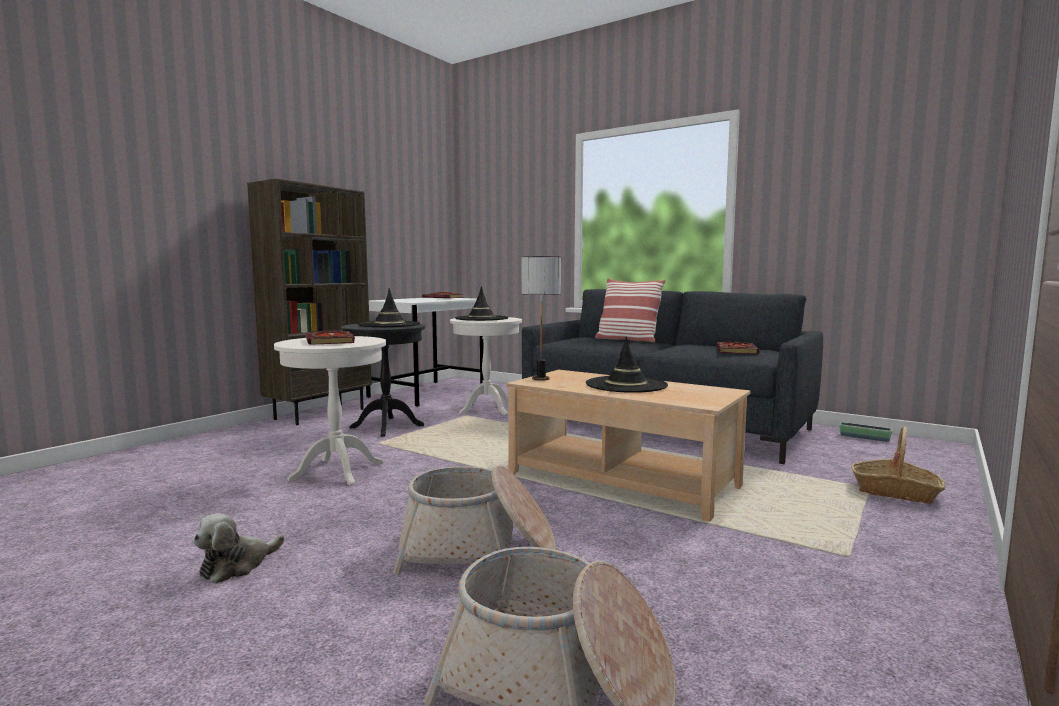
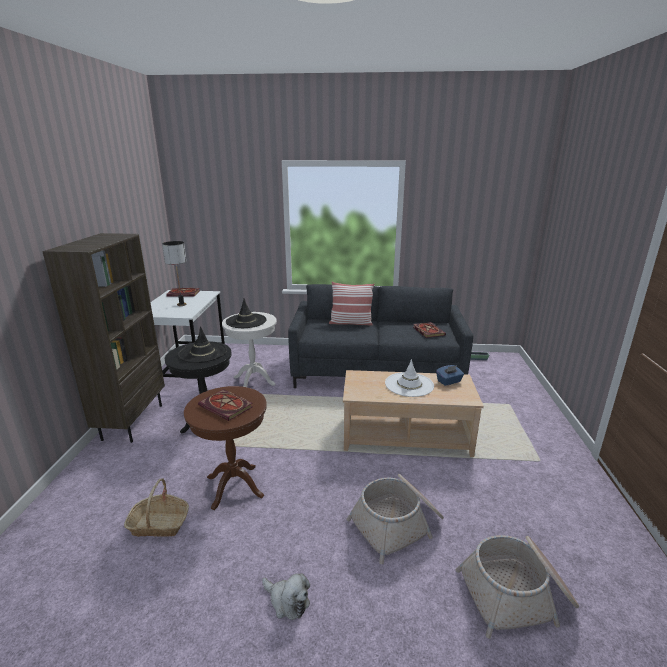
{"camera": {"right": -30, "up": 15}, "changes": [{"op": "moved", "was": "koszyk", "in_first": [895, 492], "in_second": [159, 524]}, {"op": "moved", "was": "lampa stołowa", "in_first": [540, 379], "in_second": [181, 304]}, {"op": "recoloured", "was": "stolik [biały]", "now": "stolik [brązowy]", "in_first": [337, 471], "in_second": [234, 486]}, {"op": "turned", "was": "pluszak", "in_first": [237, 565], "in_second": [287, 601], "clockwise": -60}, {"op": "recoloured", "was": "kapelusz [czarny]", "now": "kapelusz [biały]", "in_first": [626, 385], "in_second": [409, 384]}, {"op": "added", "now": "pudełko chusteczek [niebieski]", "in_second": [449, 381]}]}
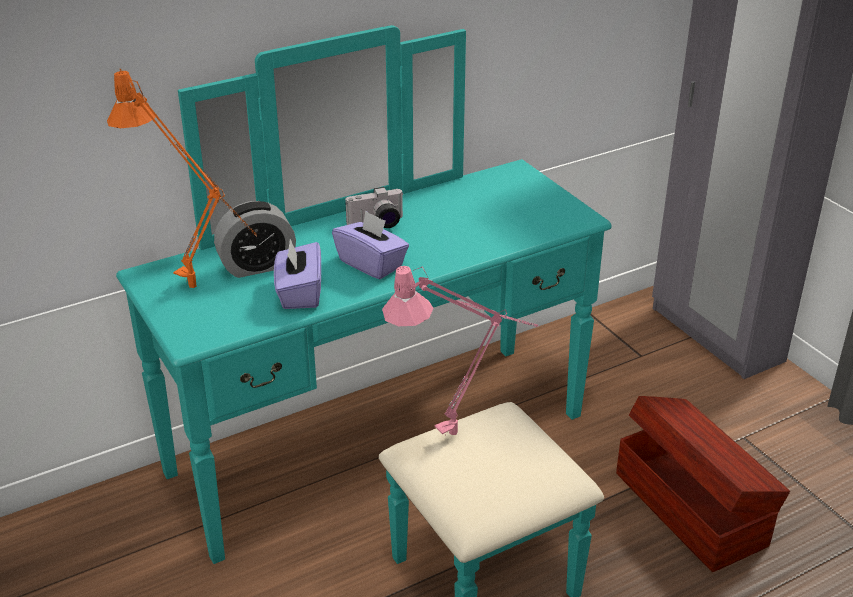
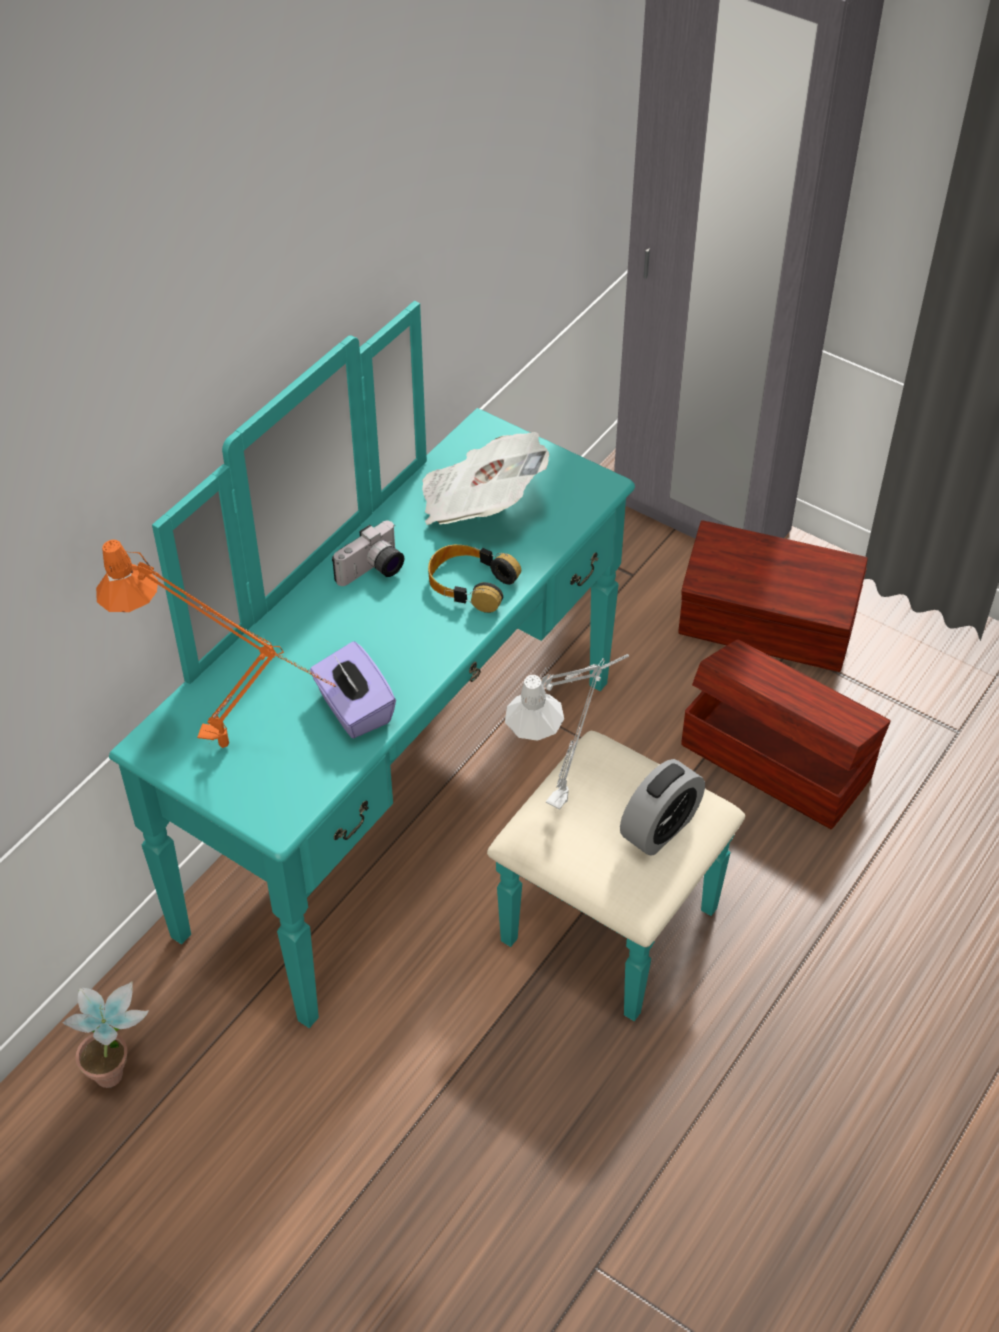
{"camera": {"right": -25, "up": 15}, "changes": [{"op": "added", "now": "roślina doniczkowa", "in_second": [119, 1071]}, {"op": "added", "now": "gazeta", "in_second": [480, 504]}, {"op": "added", "now": "słuchawki", "in_second": [471, 584]}, {"op": "recoloured", "was": "lampa stołowa [różowy]", "now": "lampa stołowa [szary]", "in_first": [462, 431], "in_second": [569, 793]}, {"op": "moved", "was": "budzik", "in_first": [257, 266], "in_second": [660, 828]}, {"op": "added", "now": "pojemnik do przechowywania [brązowy]", "in_second": [767, 628]}, {"op": "removed", "was": "pudełko chusteczek [fioletowy]", "in_first": [371, 264]}]}
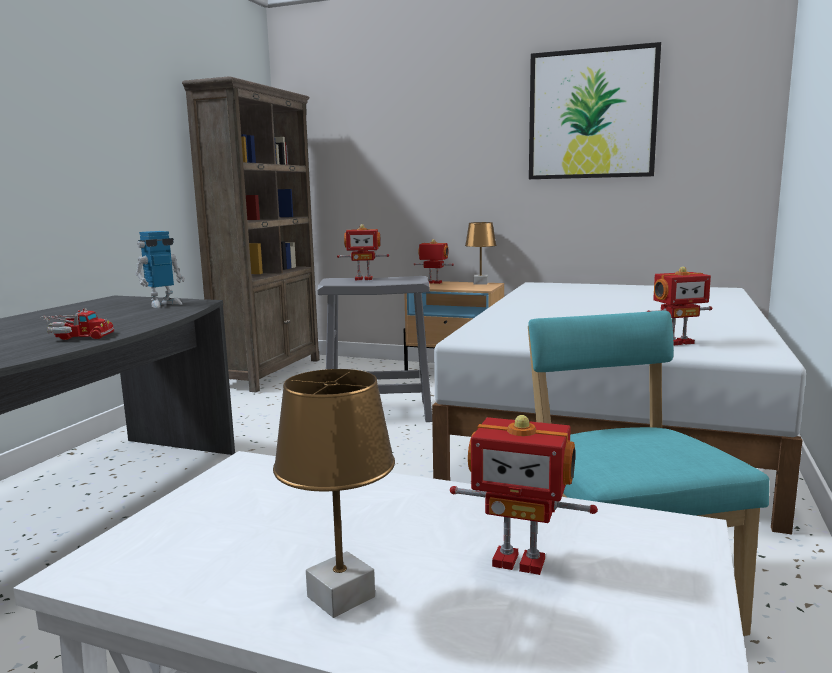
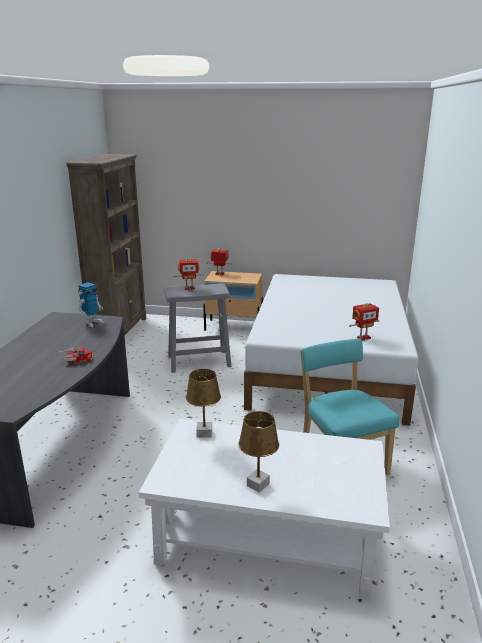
{"camera": {"right": -10, "up": 10}, "changes": [{"op": "moved", "was": "lampa stołowa [brązowy]", "in_first": [480, 283], "in_second": [204, 433]}, {"op": "removed", "was": "robot zabawkowy", "in_first": [519, 560]}, {"op": "removed", "was": "obraz", "in_first": [592, 114]}]}
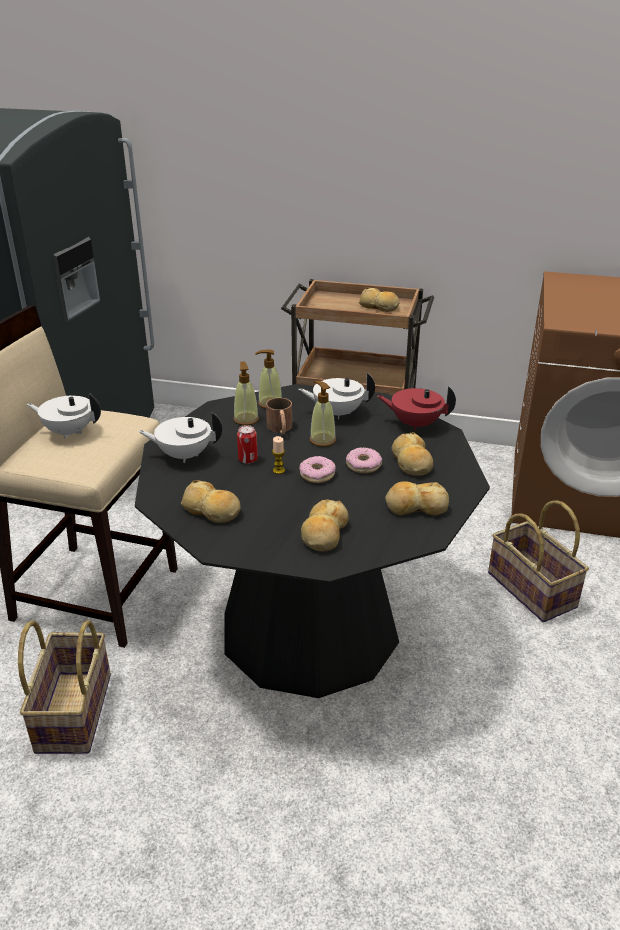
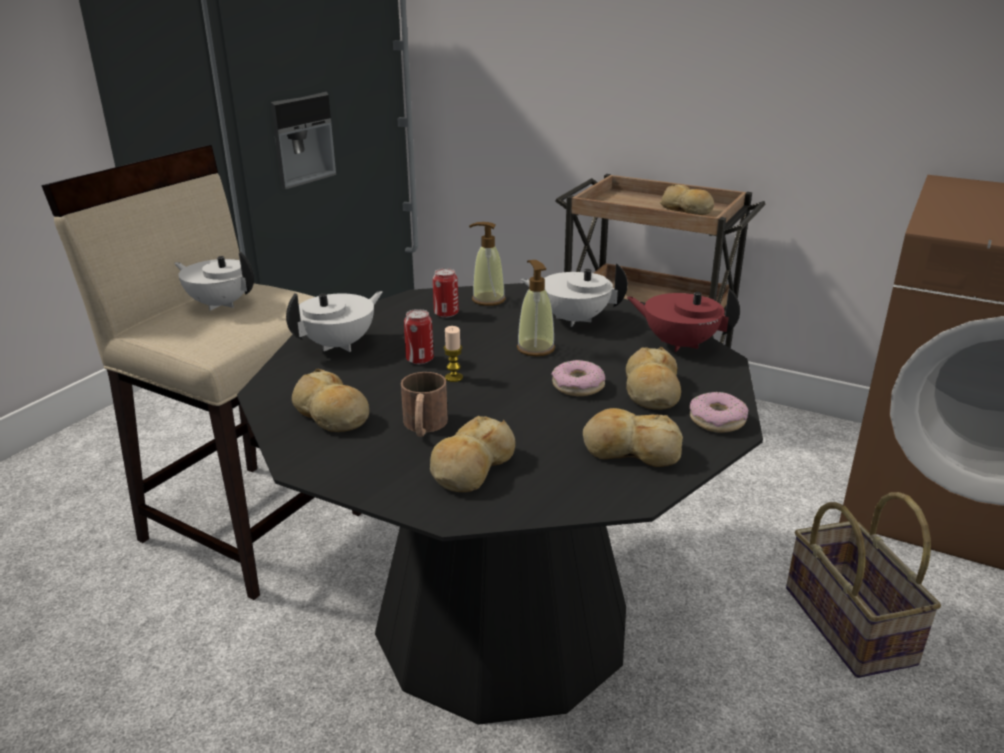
{"camera": {"right": 15, "up": -5}, "changes": [{"op": "turned", "was": "imbryk [biały]", "in_first": [184, 455], "in_second": [340, 345], "clockwise": 120}, {"op": "moved", "was": "kubek [brązowy]", "in_first": [280, 429], "in_second": [424, 427]}, {"op": "replaced", "was": "dozownik mydła", "now": "puszka", "in_first": [246, 419], "in_second": [446, 314]}, {"op": "moved", "was": "donut", "in_first": [317, 474], "in_second": [717, 420]}, {"op": "removed", "was": "koszyk", "in_first": [72, 712]}]}
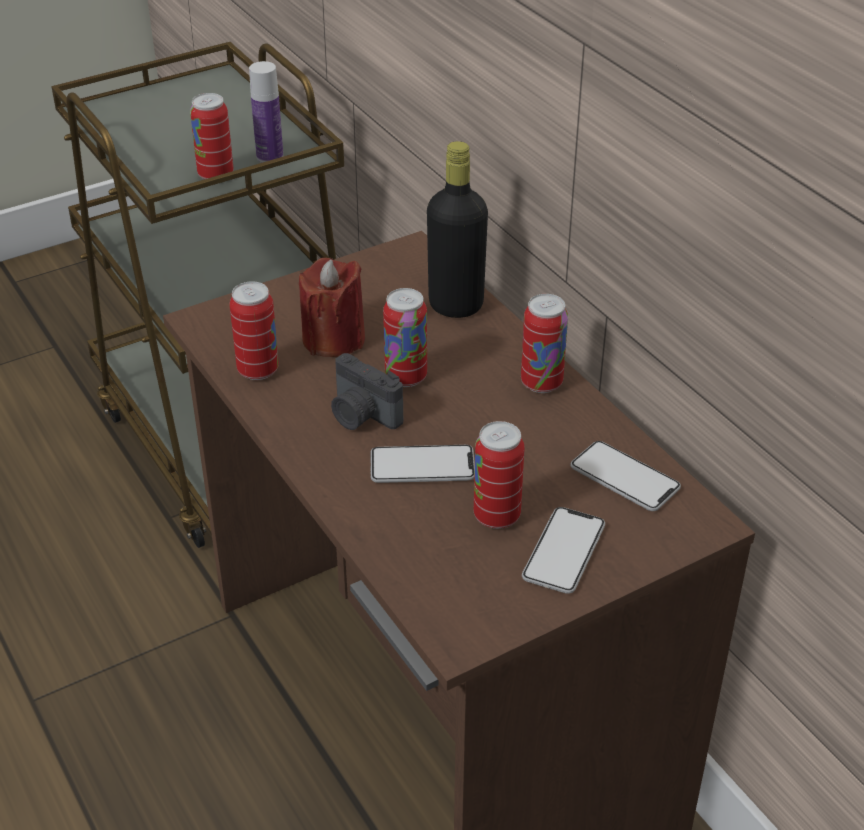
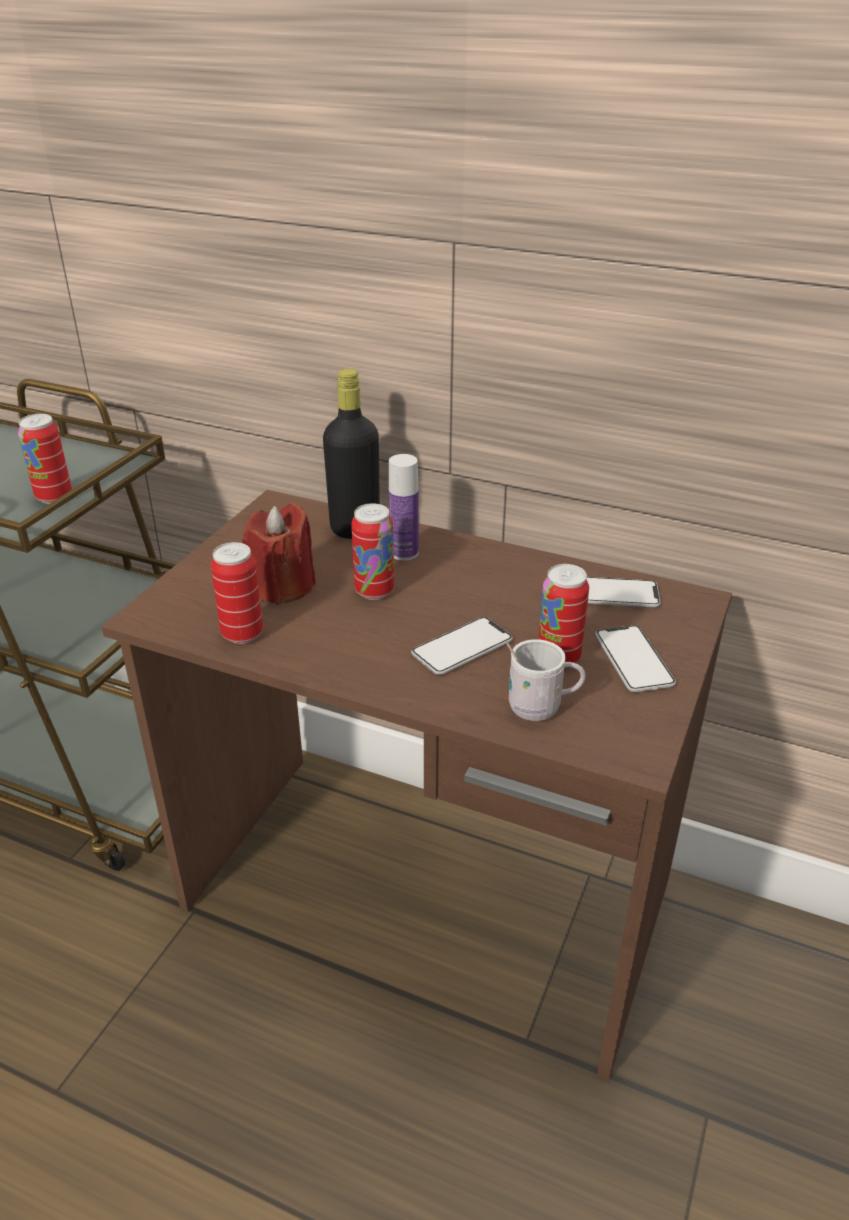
{"camera": {"right": -35, "up": -5}, "changes": [{"op": "moved", "was": "butelka", "in_first": [270, 157], "in_second": [404, 553]}, {"op": "added", "now": "kubek [biały]", "in_second": [542, 708]}, {"op": "removed", "was": "aparat fotograficzny", "in_first": [361, 415]}, {"op": "removed", "was": "puszka", "in_first": [541, 383]}]}
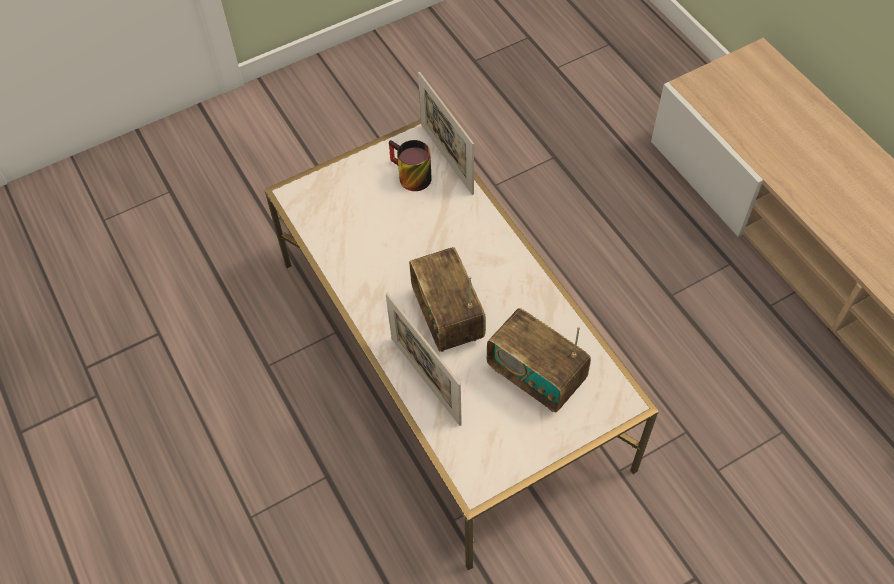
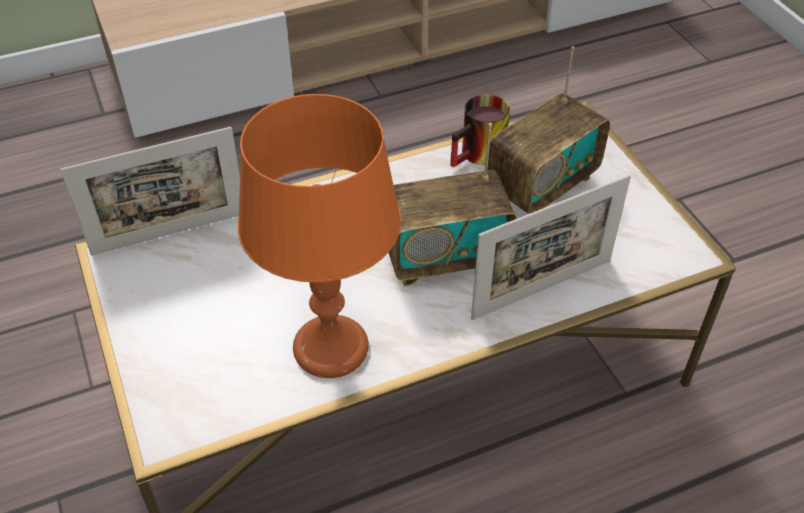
{"camera": {"right": -85, "up": -10}, "changes": [{"op": "added", "now": "lampa stołowa [pomarańczowy]", "in_second": [331, 347]}, {"op": "moved", "was": "kubek", "in_first": [408, 177], "in_second": [480, 156]}]}
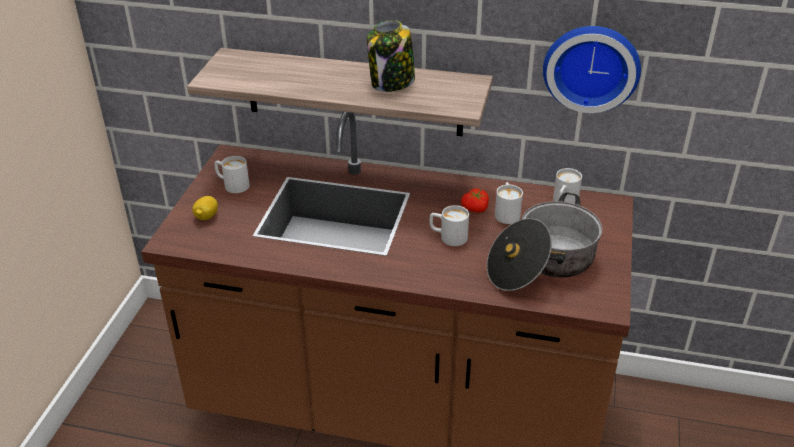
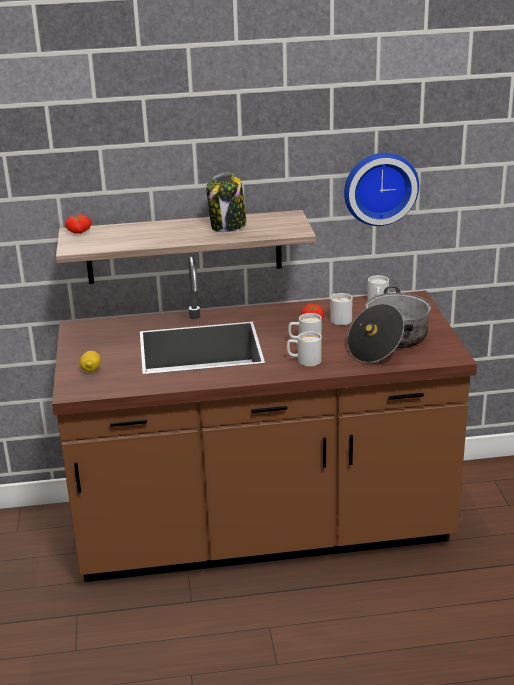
{"camera": {"right": -20, "up": -10}, "changes": [{"op": "added", "now": "pomidor", "in_second": [79, 232]}, {"op": "moved", "was": "kubek [biały]", "in_first": [232, 185], "in_second": [304, 361]}]}
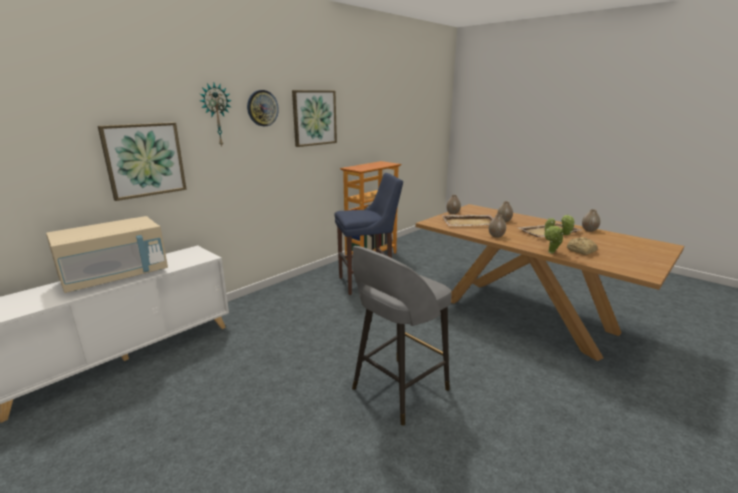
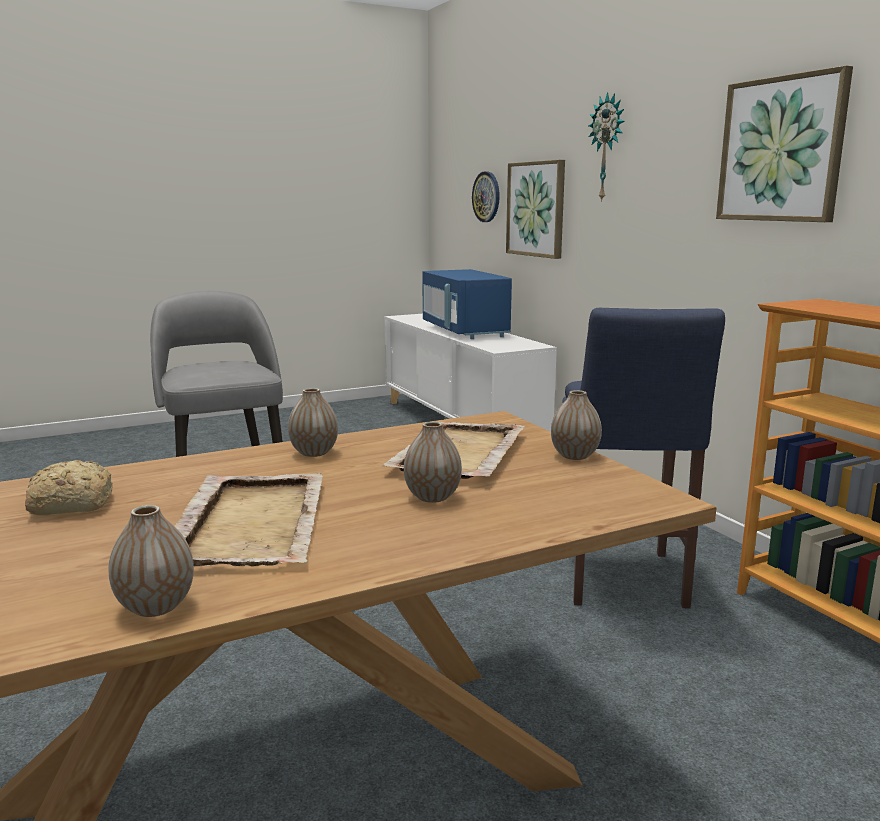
{"camera": {"right": 110, "up": -5}, "changes": [{"op": "recoloured", "was": "mikrofalówka [beżowy]", "now": "mikrofalówka [niebieski]", "in_first": [116, 277], "in_second": [464, 331]}, {"op": "moved", "was": "zegar ścienny", "in_first": [262, 108], "in_second": [486, 197]}, {"op": "removed", "was": "roślina doniczkowa", "in_first": [553, 253]}]}
